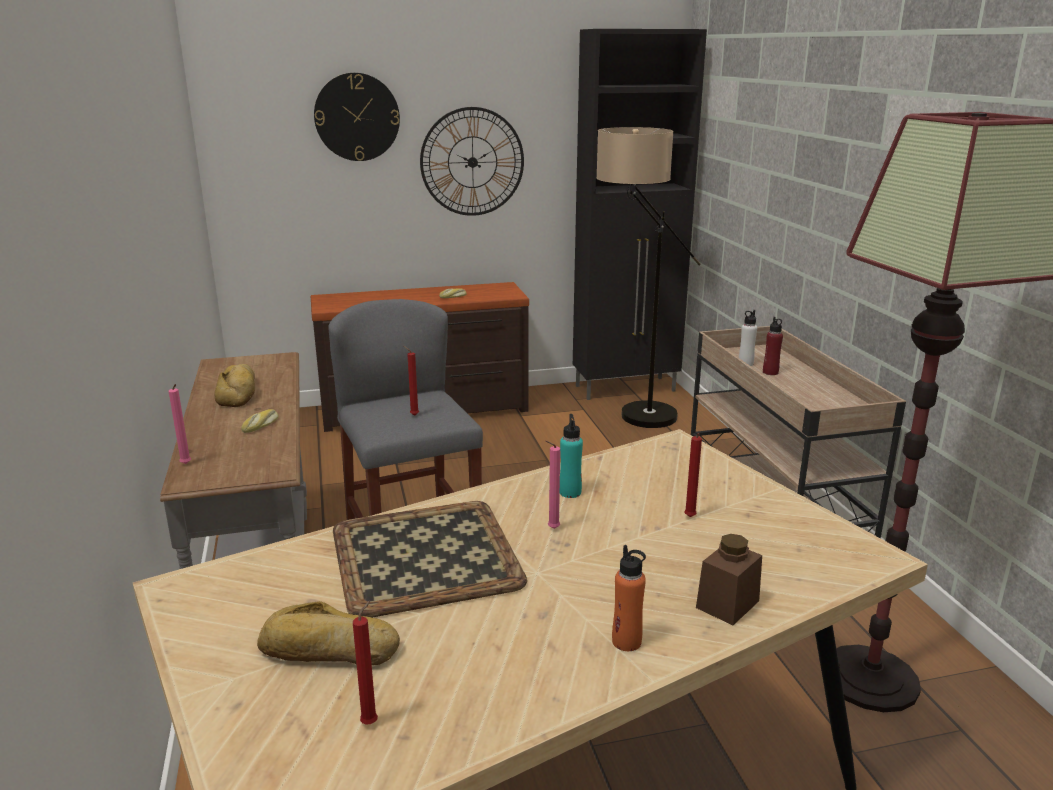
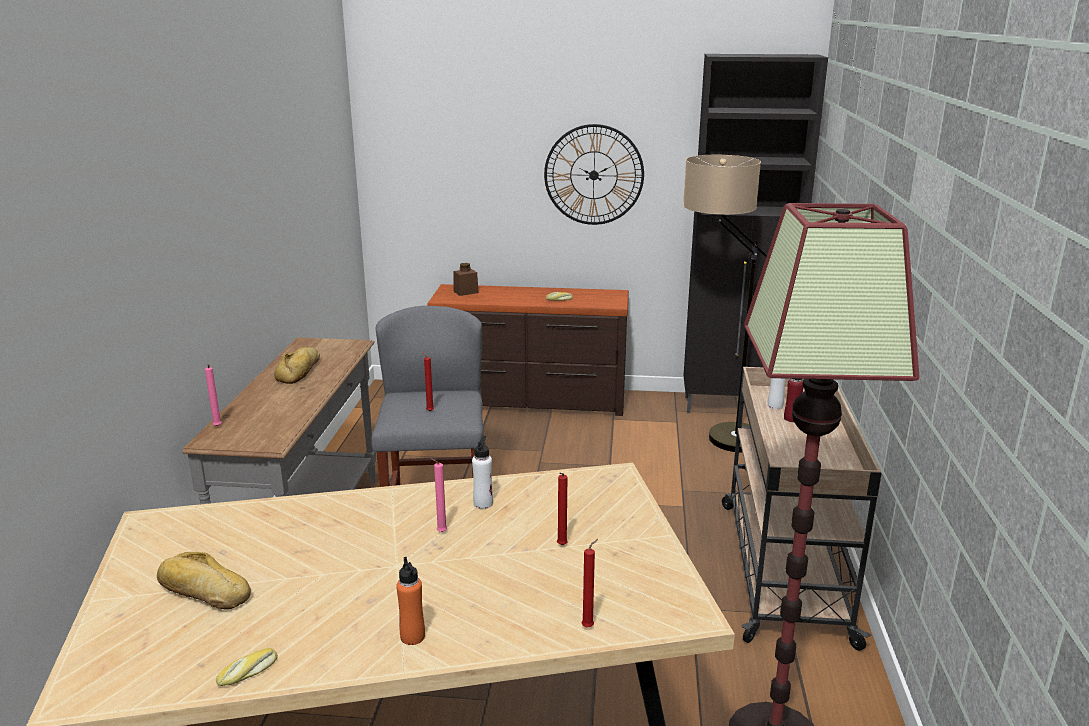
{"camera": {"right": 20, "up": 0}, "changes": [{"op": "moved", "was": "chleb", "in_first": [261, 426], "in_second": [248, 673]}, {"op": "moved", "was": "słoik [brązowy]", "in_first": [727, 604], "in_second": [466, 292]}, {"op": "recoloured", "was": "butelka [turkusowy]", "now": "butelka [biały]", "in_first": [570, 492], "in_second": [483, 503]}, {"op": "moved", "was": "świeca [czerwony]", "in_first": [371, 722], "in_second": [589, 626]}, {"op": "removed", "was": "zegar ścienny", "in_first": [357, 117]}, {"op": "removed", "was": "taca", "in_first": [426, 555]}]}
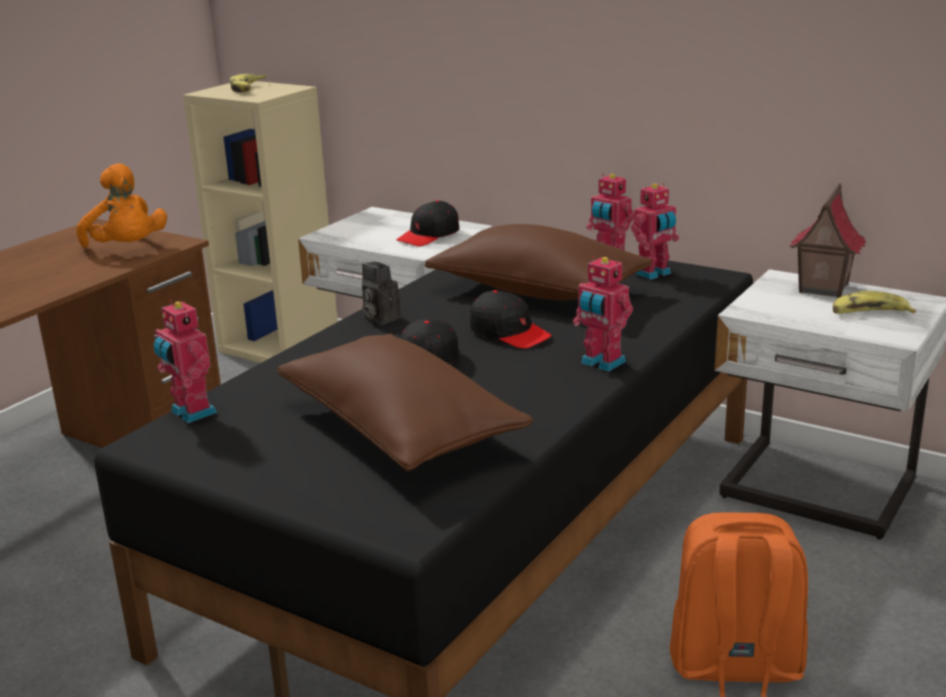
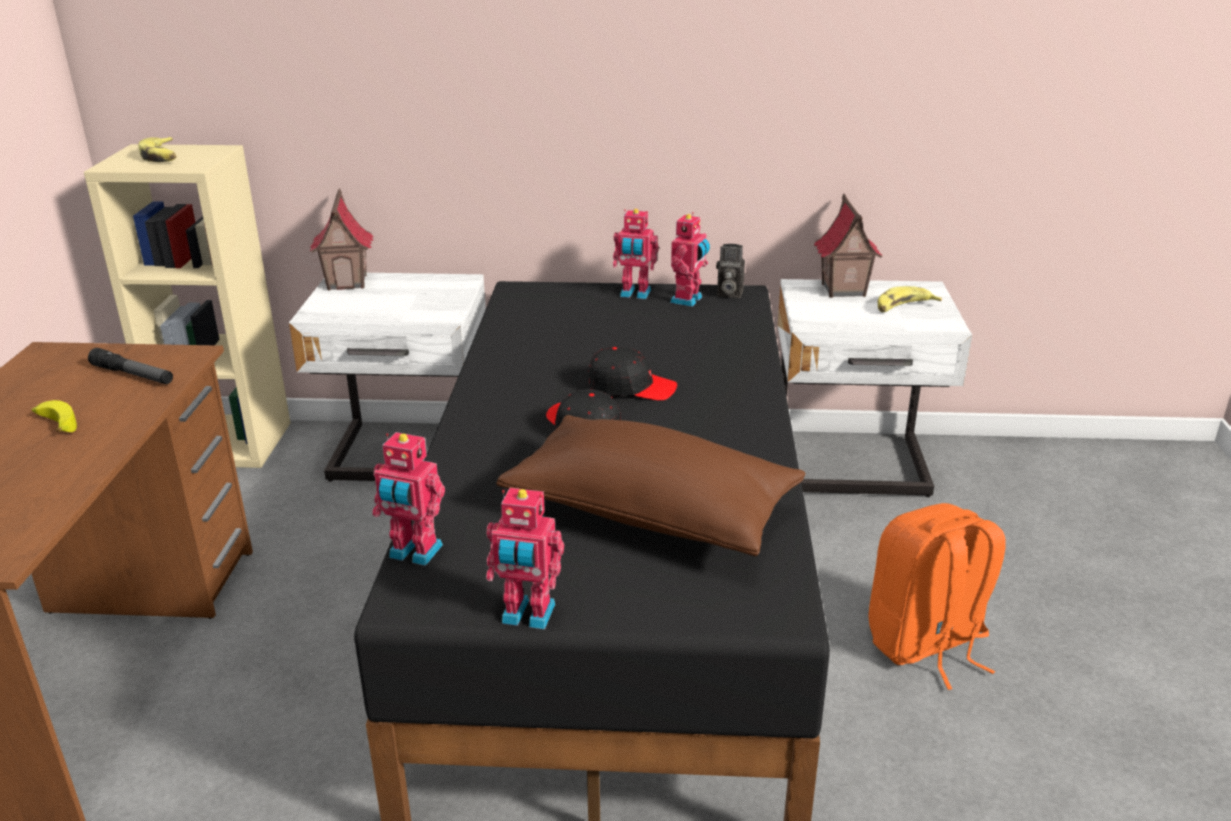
{"camera": {"right": -30, "up": 5}, "changes": [{"op": "added", "now": "banan", "in_second": [55, 424]}, {"op": "replaced", "was": "pluszak [pomarańczowy]", "now": "latarka", "in_first": [127, 249], "in_second": [133, 375]}, {"op": "added", "now": "domek", "in_second": [348, 282]}, {"op": "moved", "was": "robot zabawkowy", "in_first": [601, 363], "in_second": [527, 616]}, {"op": "moved", "was": "aparat fotograficzny", "in_first": [379, 318], "in_second": [728, 293]}, {"op": "removed", "was": "czapka z daszkiem [czarny]", "in_first": [429, 235]}, {"op": "removed", "was": "poduszka [brązowy]", "in_first": [538, 291]}]}
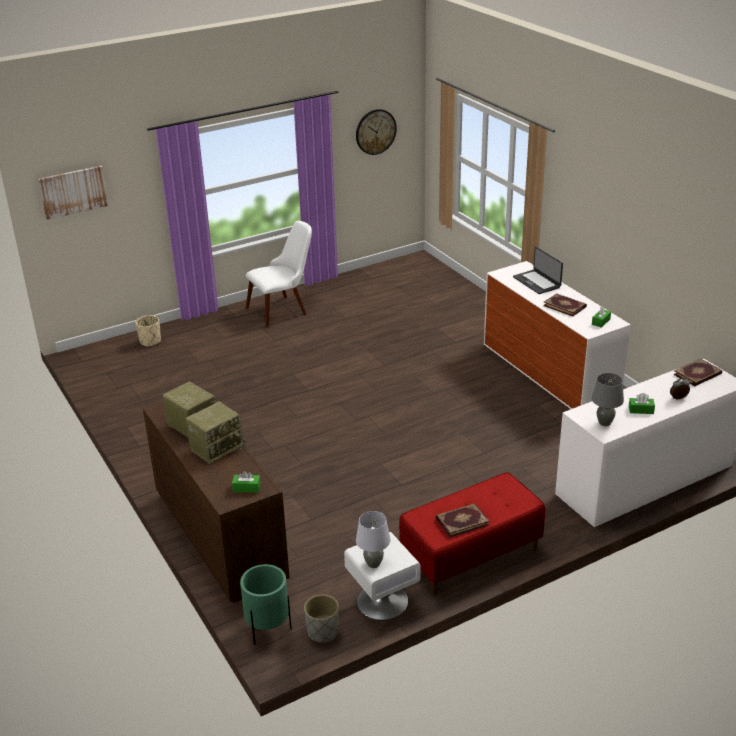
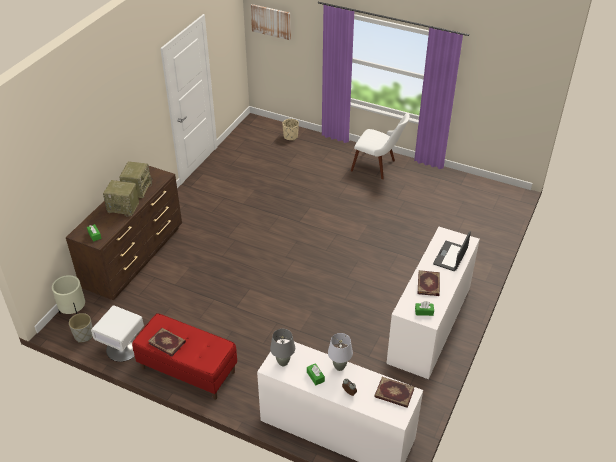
{"camera": {"right": 55, "up": 10}, "changes": [{"op": "recoloured", "was": "donica [zielony]", "now": "donica [beżowy]", "in_first": [268, 629], "in_second": [74, 313]}, {"op": "moved", "was": "lampa stołowa [szary]", "in_first": [373, 564], "in_second": [339, 367]}, {"op": "removed", "was": "zegar ścienny", "in_first": [375, 131]}]}
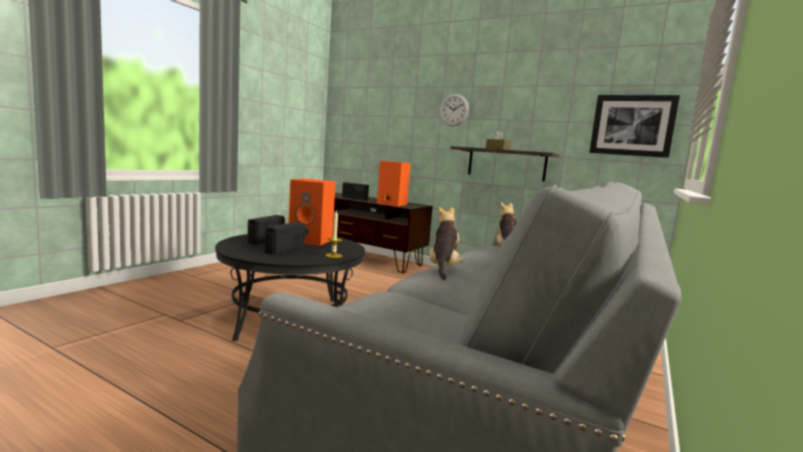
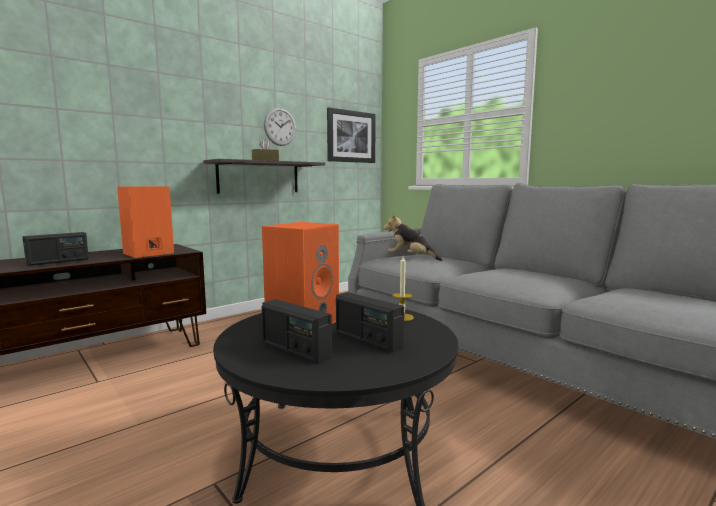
{"camera": {"right": -70, "up": 0}, "changes": [{"op": "moved", "was": "zegar ścienny", "in_first": [454, 110], "in_second": [280, 126]}, {"op": "removed", "was": "pluszak", "in_first": [443, 268]}]}
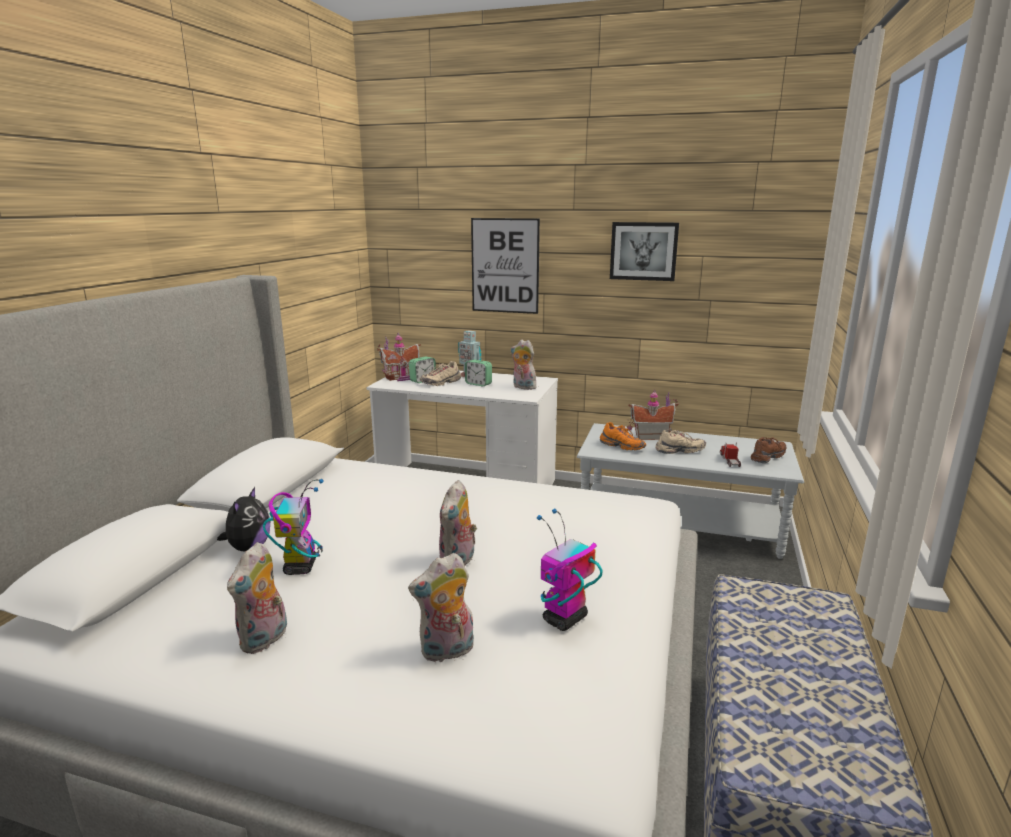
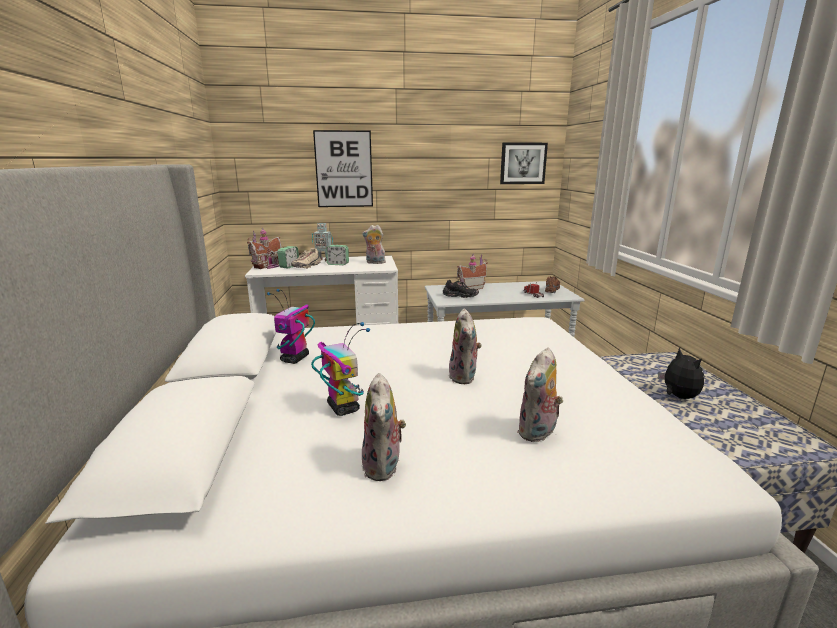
{"camera": {"right": -25, "up": 0}, "changes": [{"op": "moved", "was": "robot zabawkowy", "in_first": [564, 619], "in_second": [294, 359]}, {"op": "recoloured", "was": "but [pomarańczowy]", "now": "but [czarny]", "in_first": [622, 447], "in_second": [460, 296]}, {"op": "moved", "was": "obraz", "in_first": [643, 251], "in_second": [523, 163]}, {"op": "moved", "was": "pluszak", "in_first": [248, 548], "in_second": [678, 396]}, {"op": "removed", "was": "but [beżowy]", "in_first": [679, 451]}]}
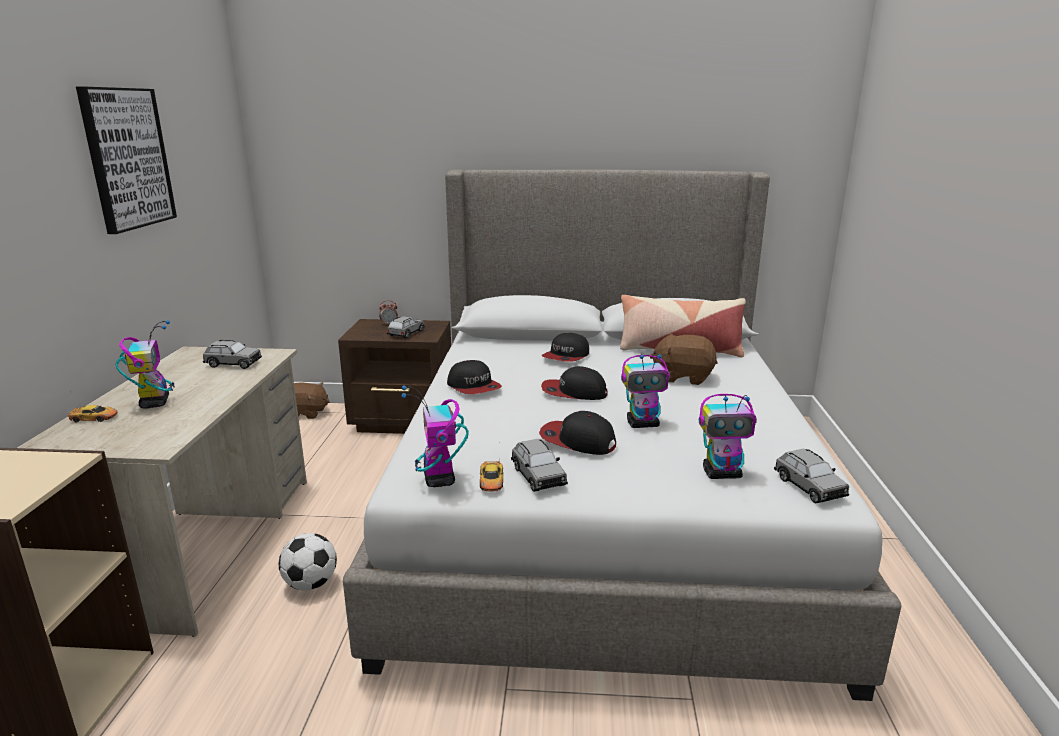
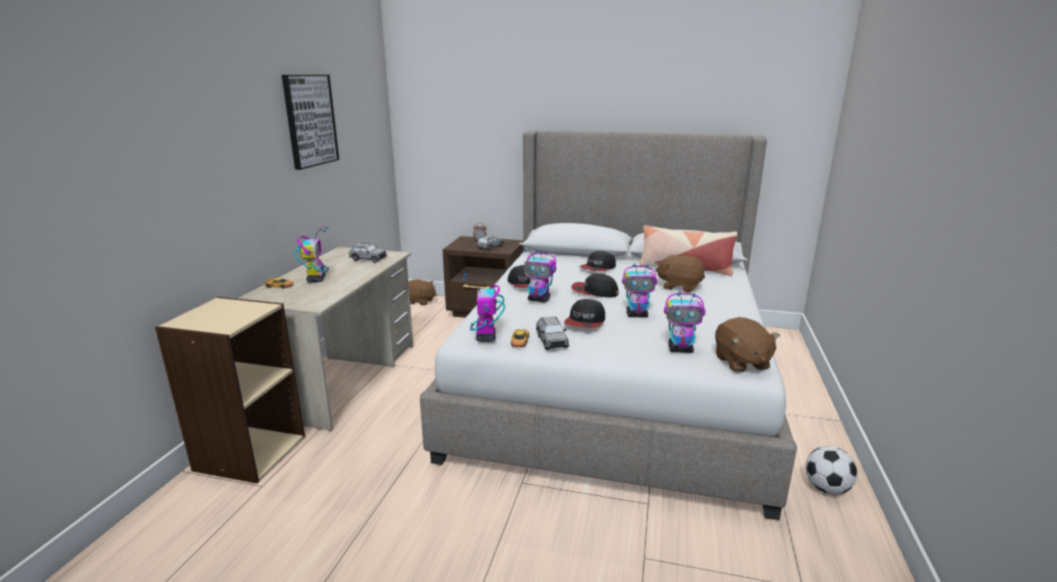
{"camera": {"right": 10, "up": 0}, "changes": [{"op": "added", "now": "robot zabawkowy", "in_second": [539, 300]}, {"op": "turned", "was": "czapka z daszkiem", "in_first": [577, 441], "in_second": [585, 322], "clockwise": -105}, {"op": "replaced", "was": "samochodzik [szary]", "now": "pluszak [brązowy]", "in_first": [809, 487], "in_second": [741, 362]}, {"op": "moved", "was": "piłka futbolowa", "in_first": [311, 584], "in_second": [826, 488]}]}
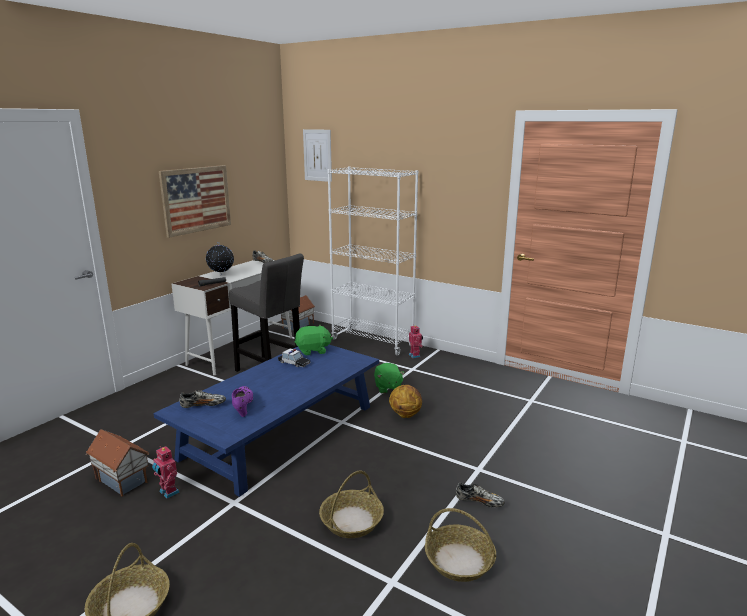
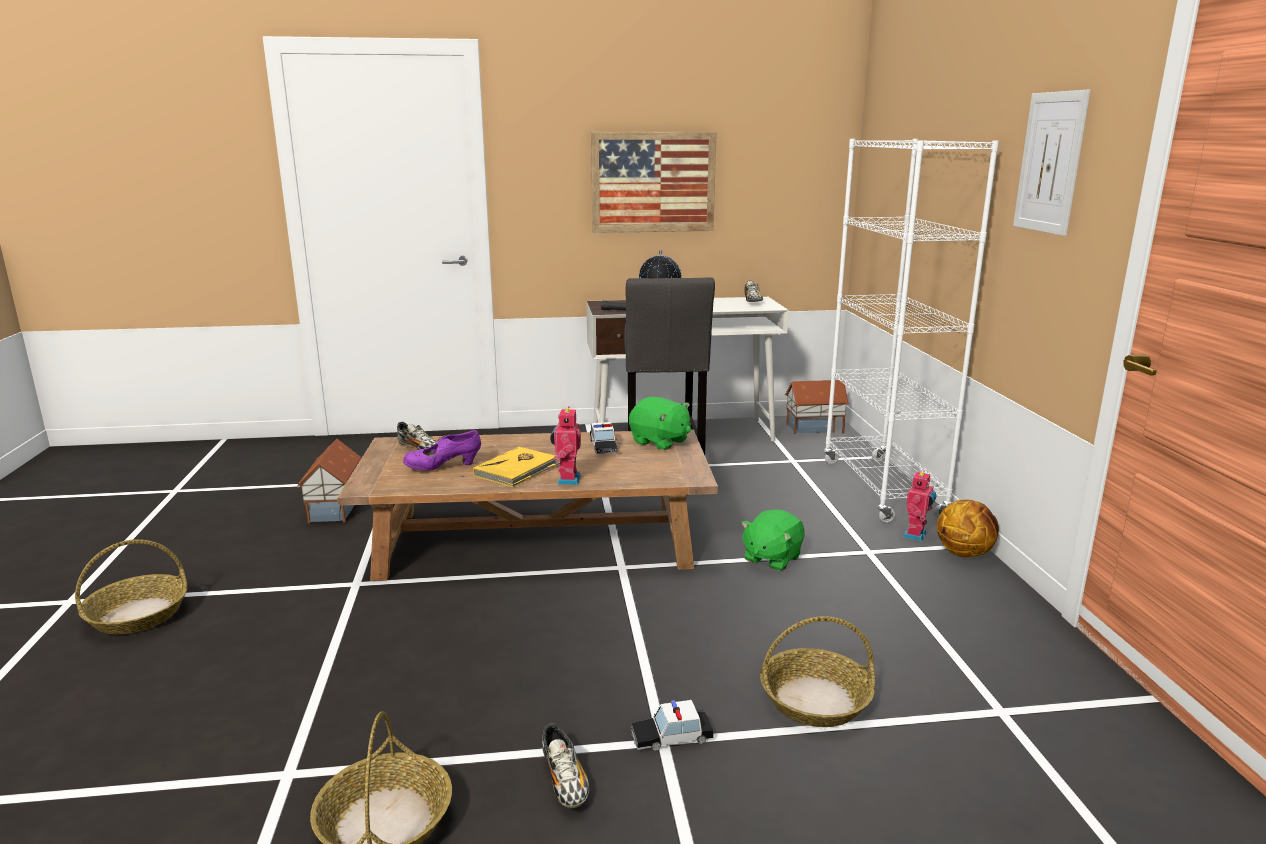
{"camera": {"right": 50, "up": 0}, "changes": [{"op": "recoloured", "was": "ława [niebieski]", "now": "ława [brązowy]", "in_first": [280, 430], "in_second": [538, 539]}, {"op": "turned", "was": "but [fioletowy]", "in_first": [242, 407], "in_second": [443, 467], "clockwise": -150}, {"op": "added", "now": "książka [żółty]", "in_second": [518, 470]}, {"op": "moved", "was": "robot zabawkowy", "in_first": [168, 492], "in_second": [567, 480]}, {"op": "added", "now": "samochodzik", "in_second": [671, 737]}, {"op": "moved", "was": "koszyk", "in_first": [351, 521], "in_second": [815, 699]}, {"op": "moved", "was": "piłka do koszykówki", "in_first": [405, 414], "in_second": [964, 553]}, {"op": "moved", "was": "obraz", "in_first": [317, 155], "in_second": [1050, 162]}]}
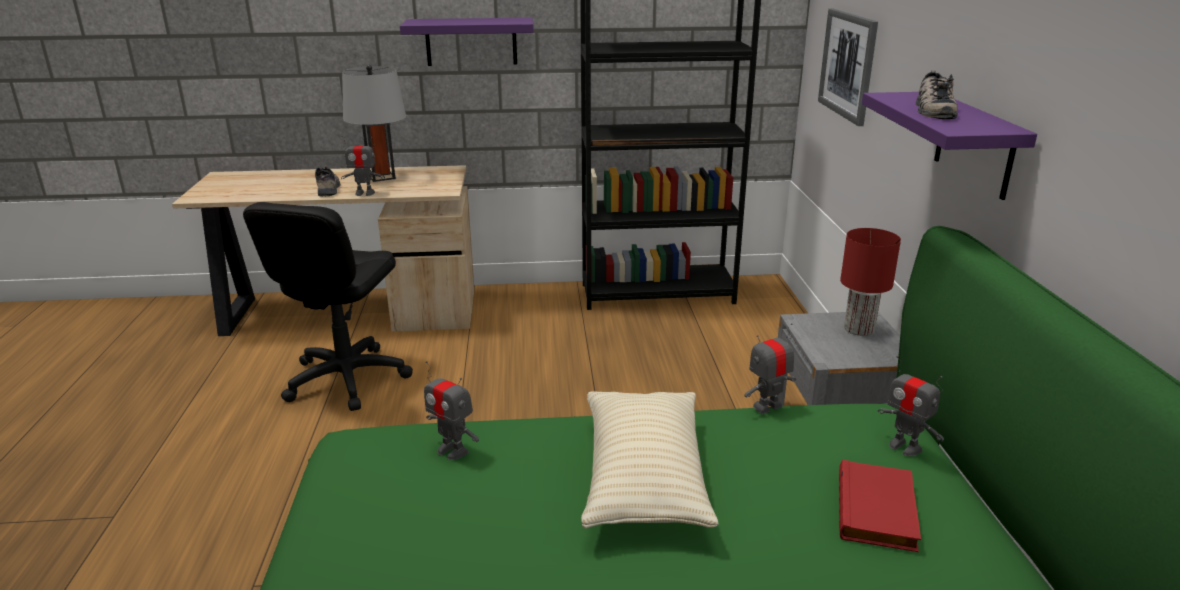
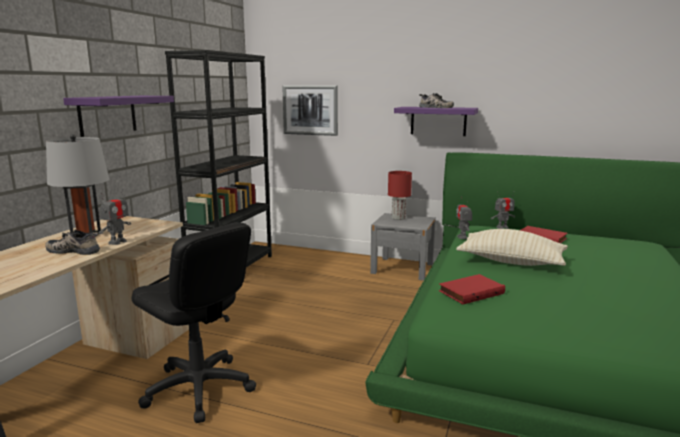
{"camera": {"right": -65, "up": -10}, "changes": [{"op": "replaced", "was": "robot zabawkowy", "now": "książka [czerwony]", "in_first": [452, 450], "in_second": [470, 292]}]}
